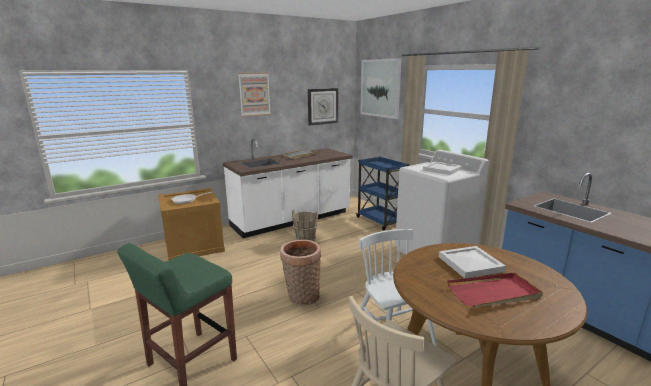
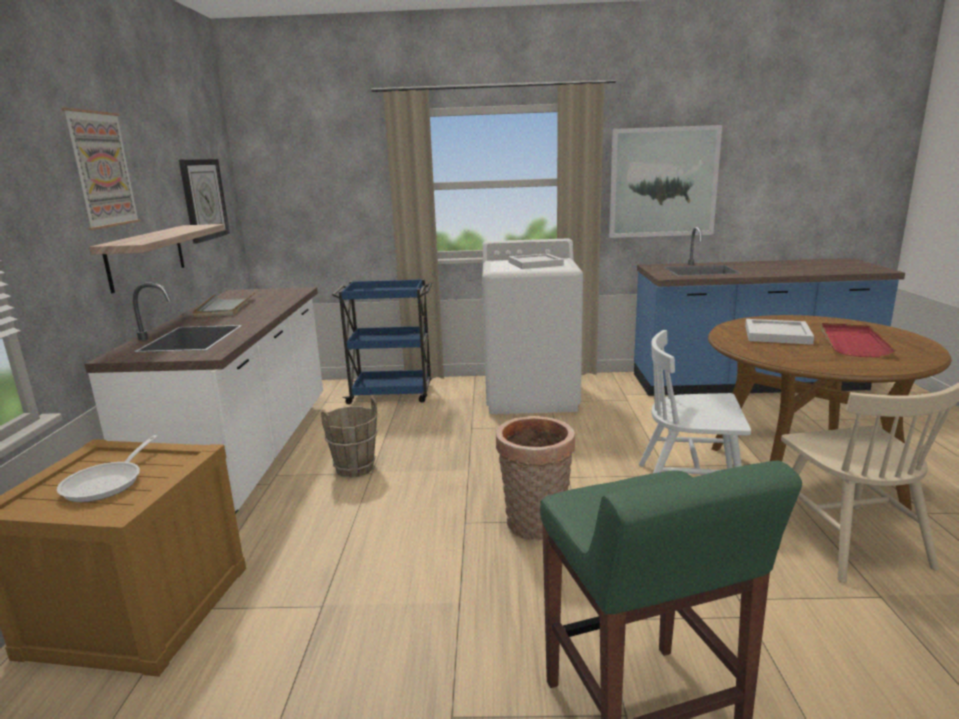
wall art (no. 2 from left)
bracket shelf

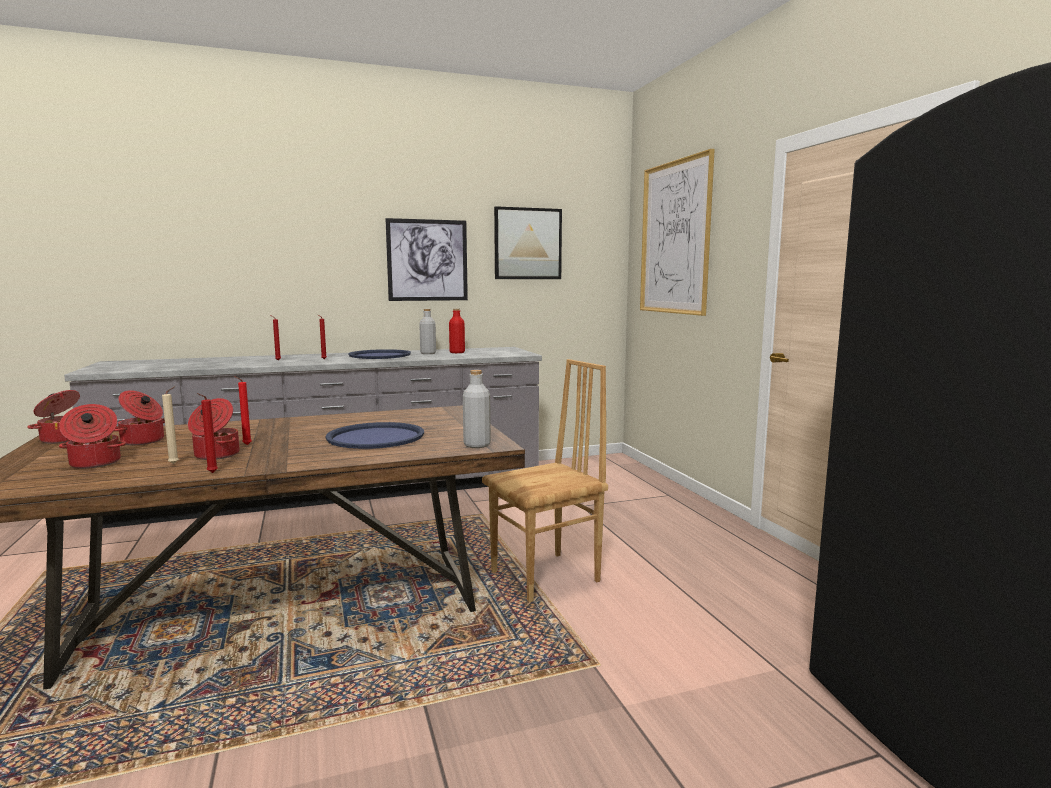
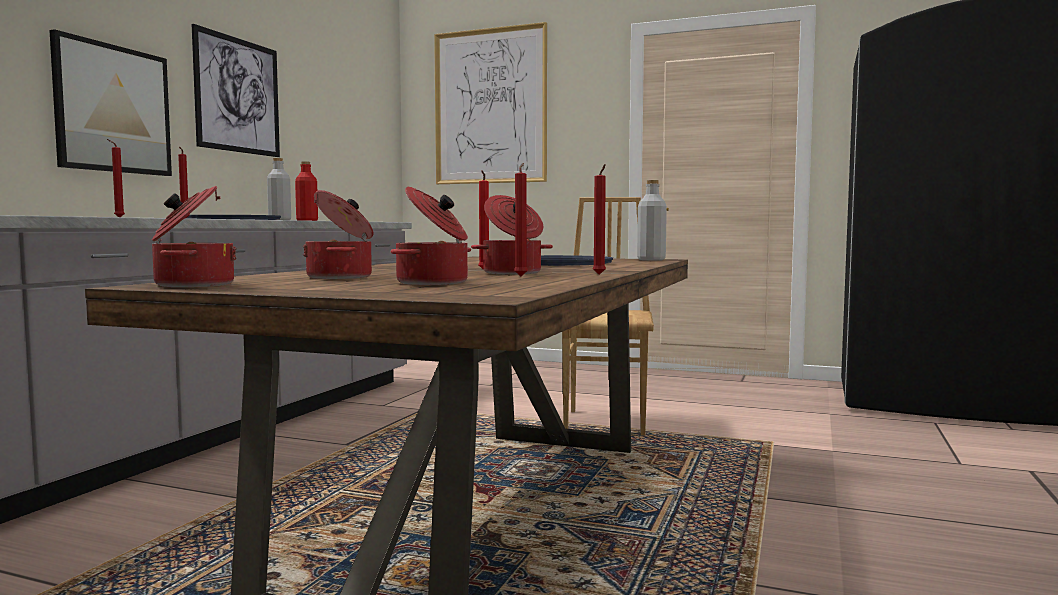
wall art (no. 1 from left)
wax light (red-coloured) (no. 4 from left)

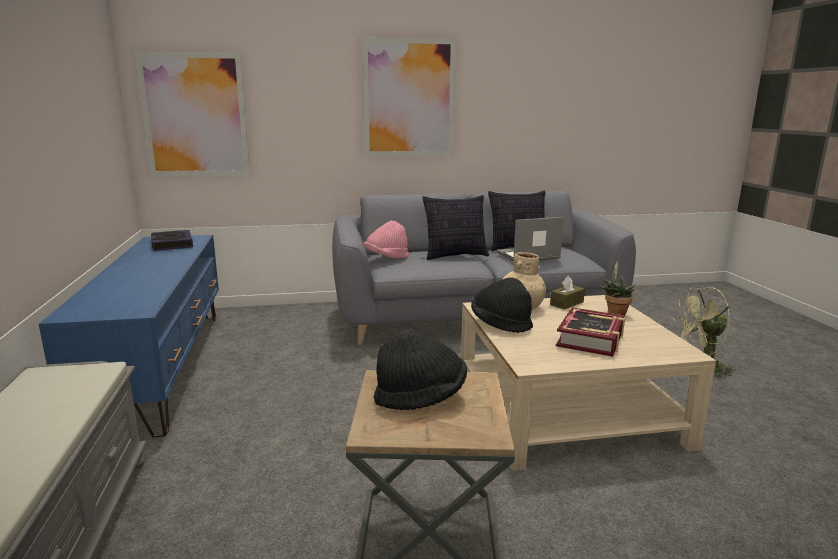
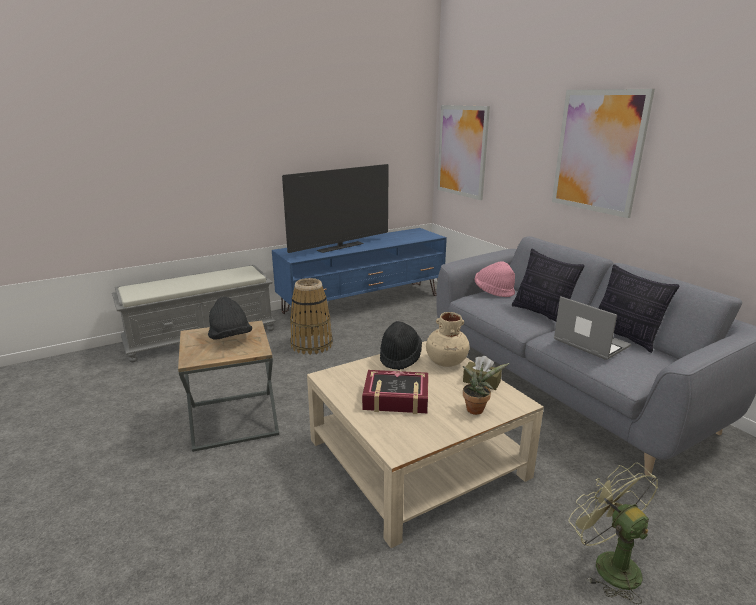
book (no. 1 from left in the first image)
TV set
basket

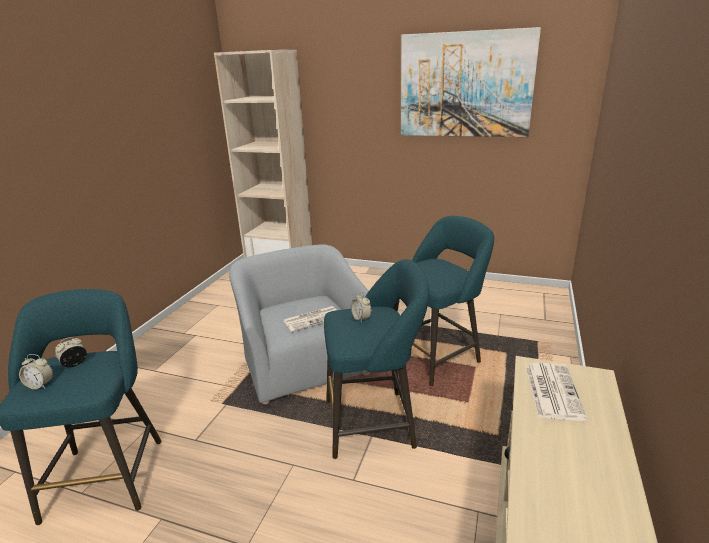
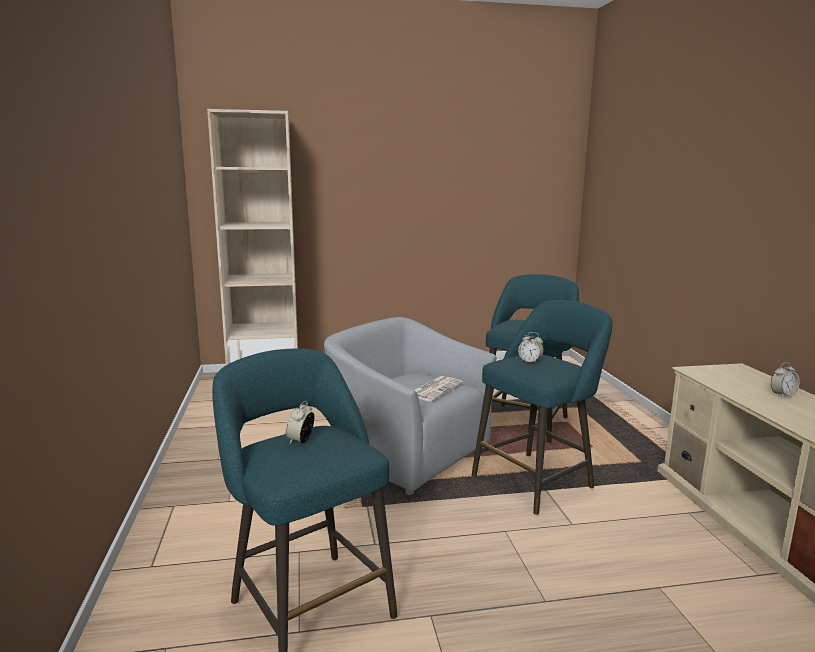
wall art
table clock (no. 3 from left)
printed paper (no. 2 from left in the first image)

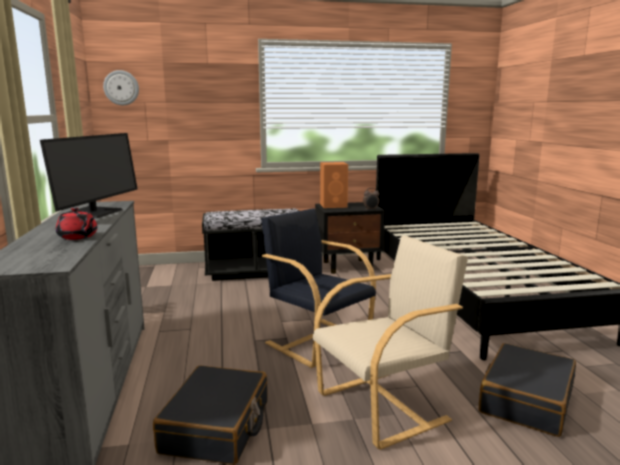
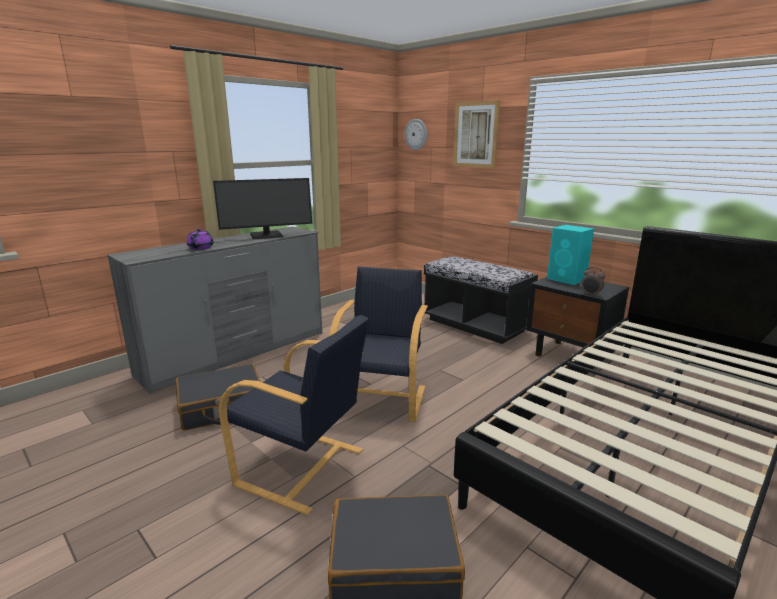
speaker (turquoise-coloured)
pot for tea (purplish)
easy chair (black-coloured) (no. 1 from left)
wall art

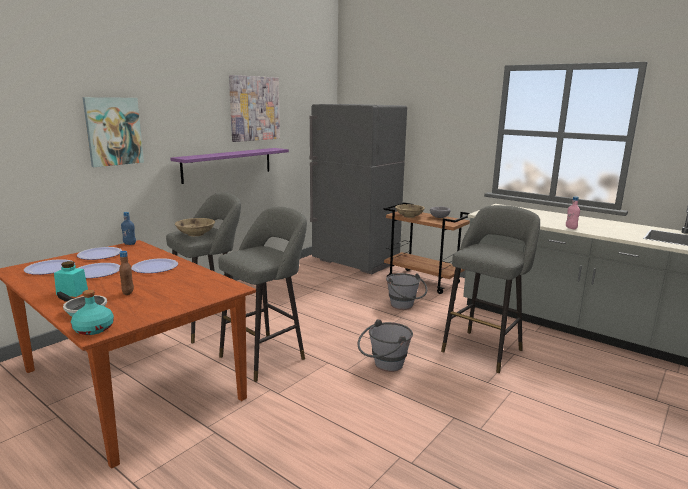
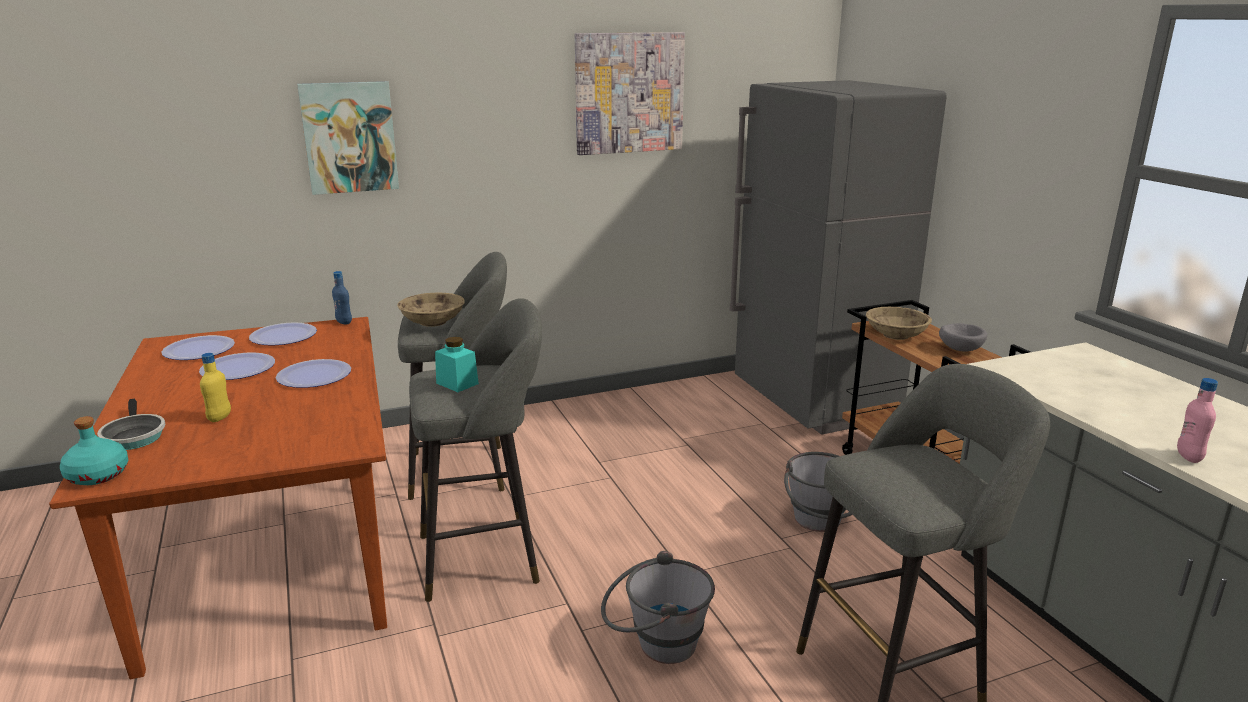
bracket shelf (purplish)
bottle (yellow-coloured)
preserve jar (turquoise-coloured)

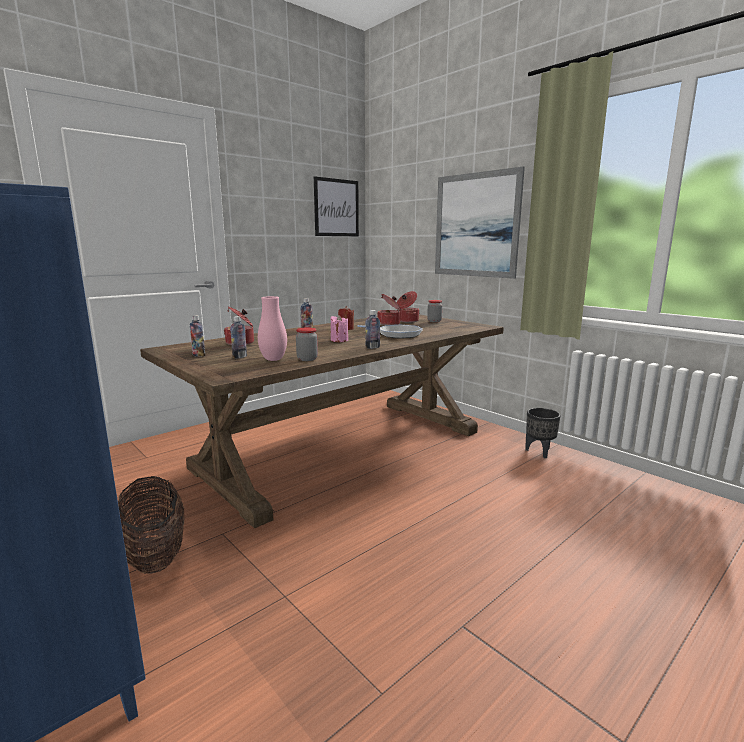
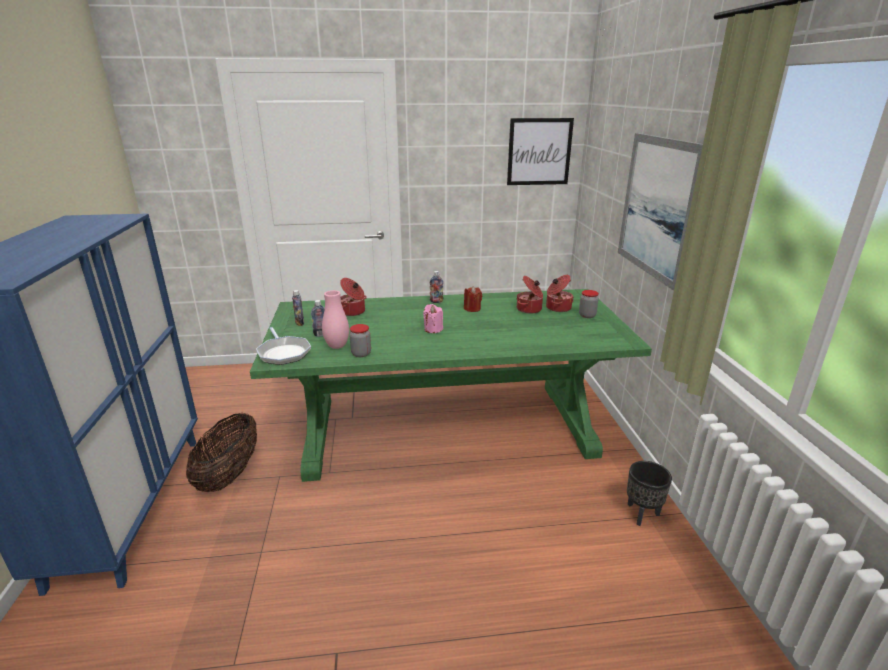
bottle (no. 4 from left in the first image)
kitchen table (green-coloured)
frying pan

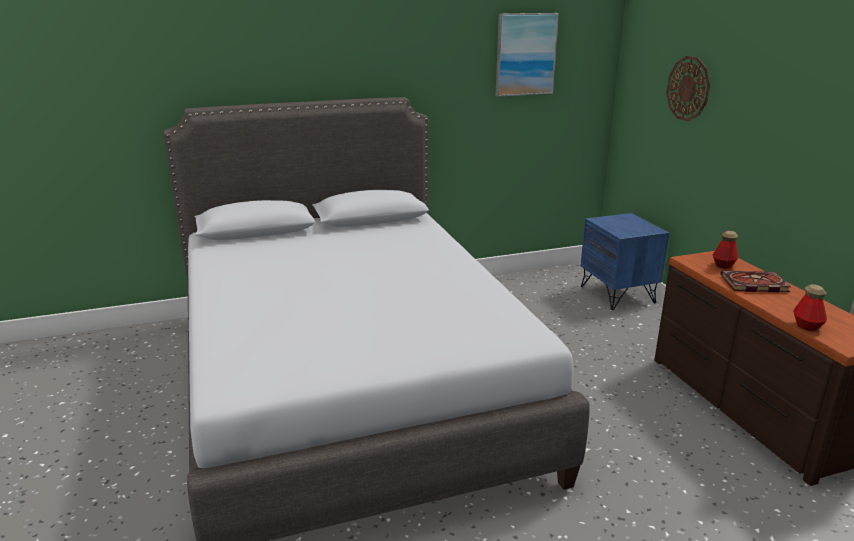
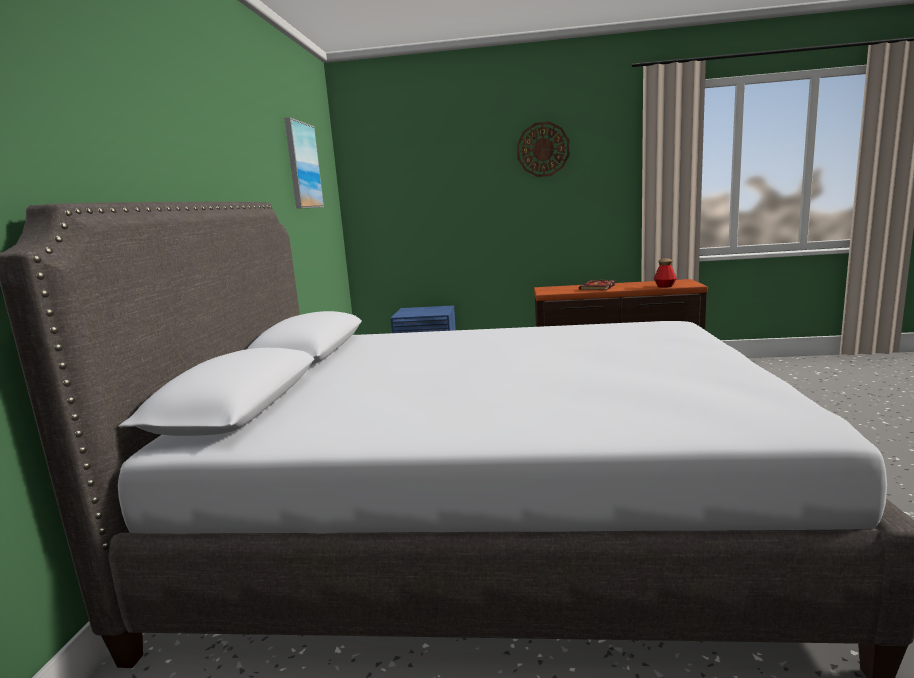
wall clock
bottle (no. 1 from left in the first image)

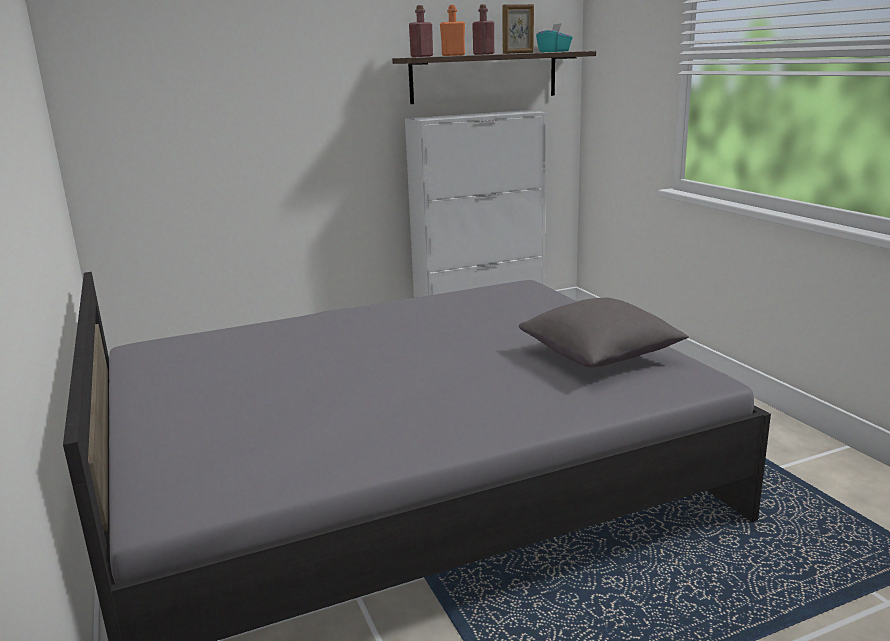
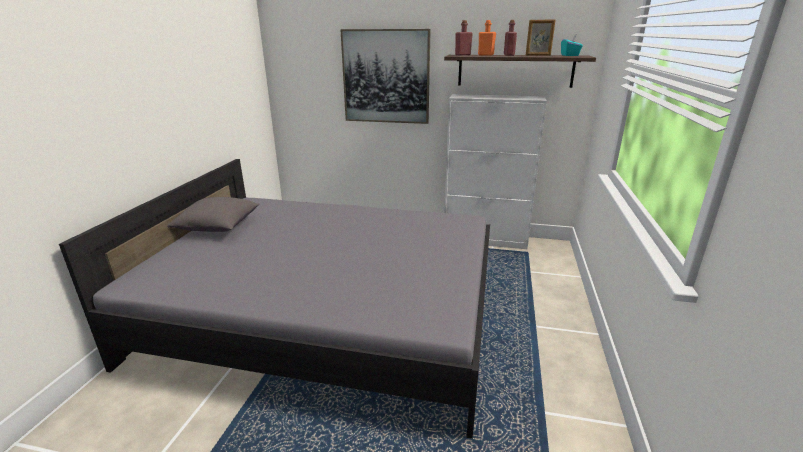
pillow (grey)
wall art

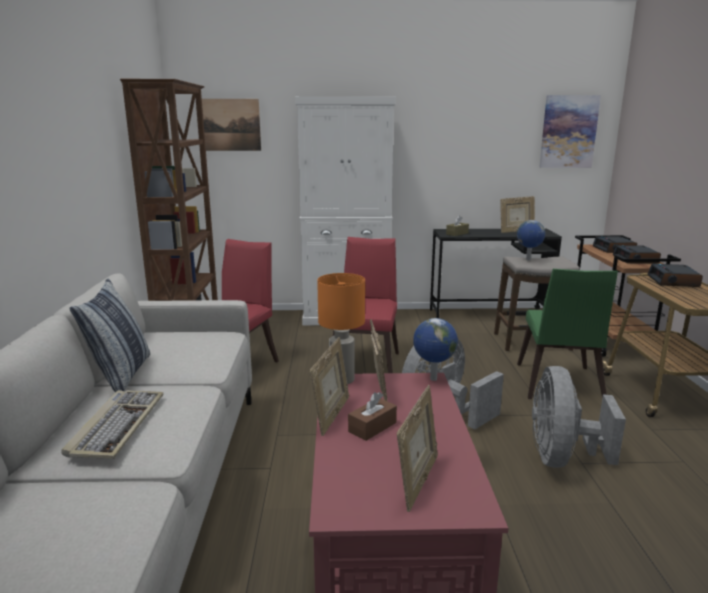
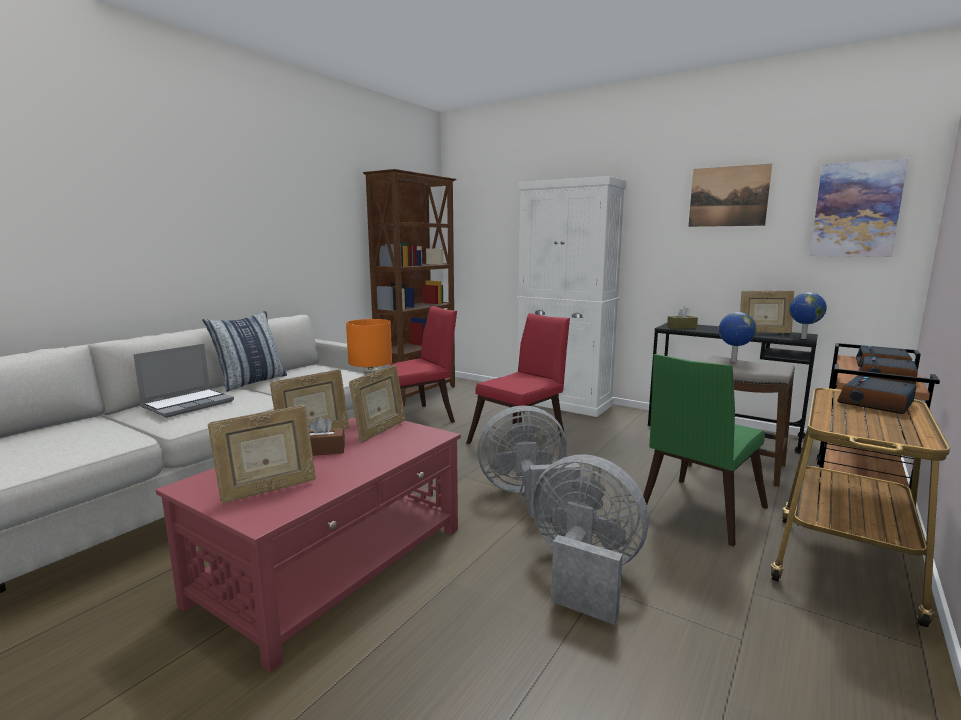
wall art (no. 1 from left)
world globe (no. 2 from left)
fan (grey) (no. 2 from left)
notebook computer

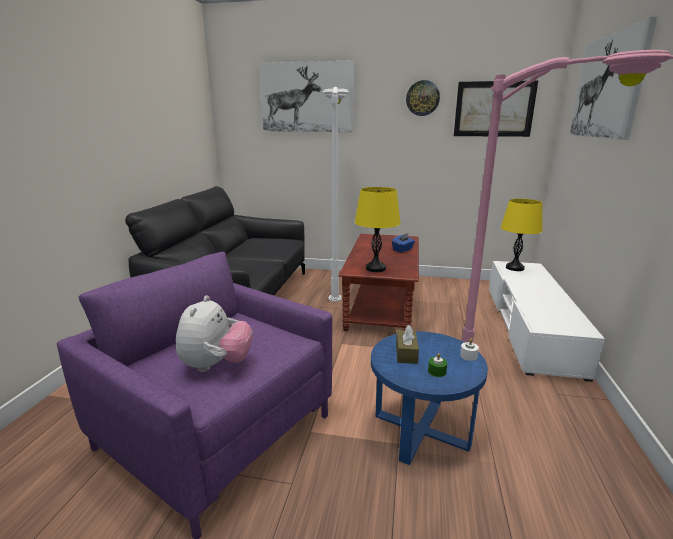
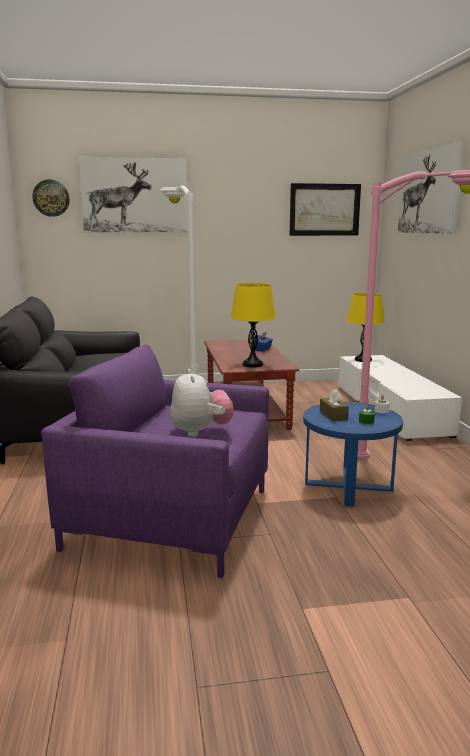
wall clock

